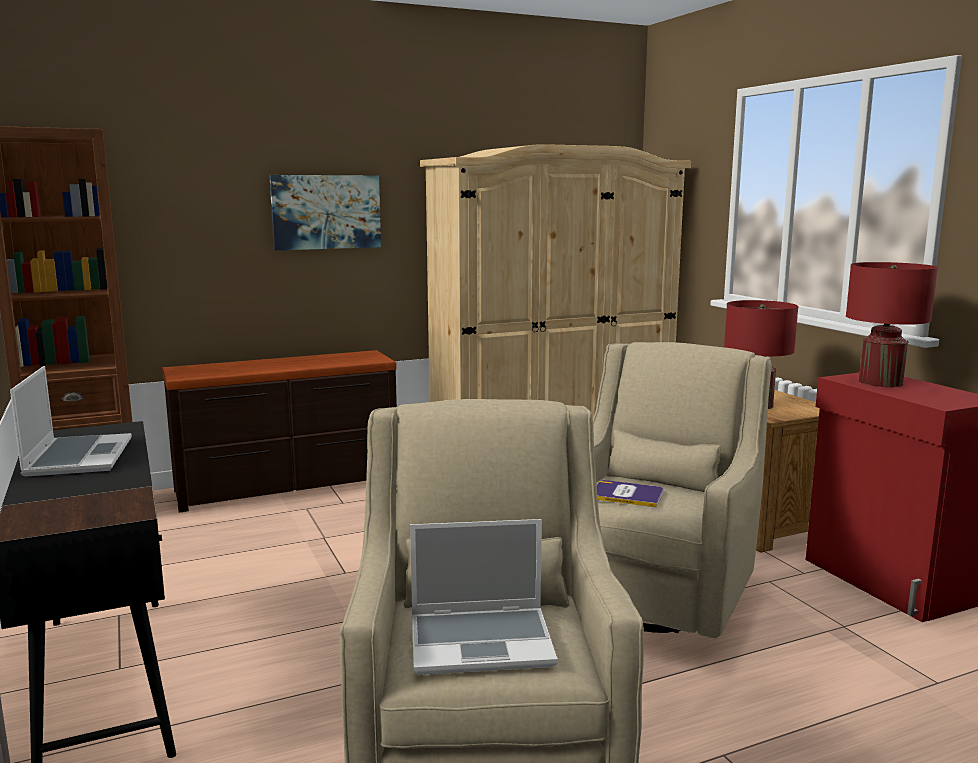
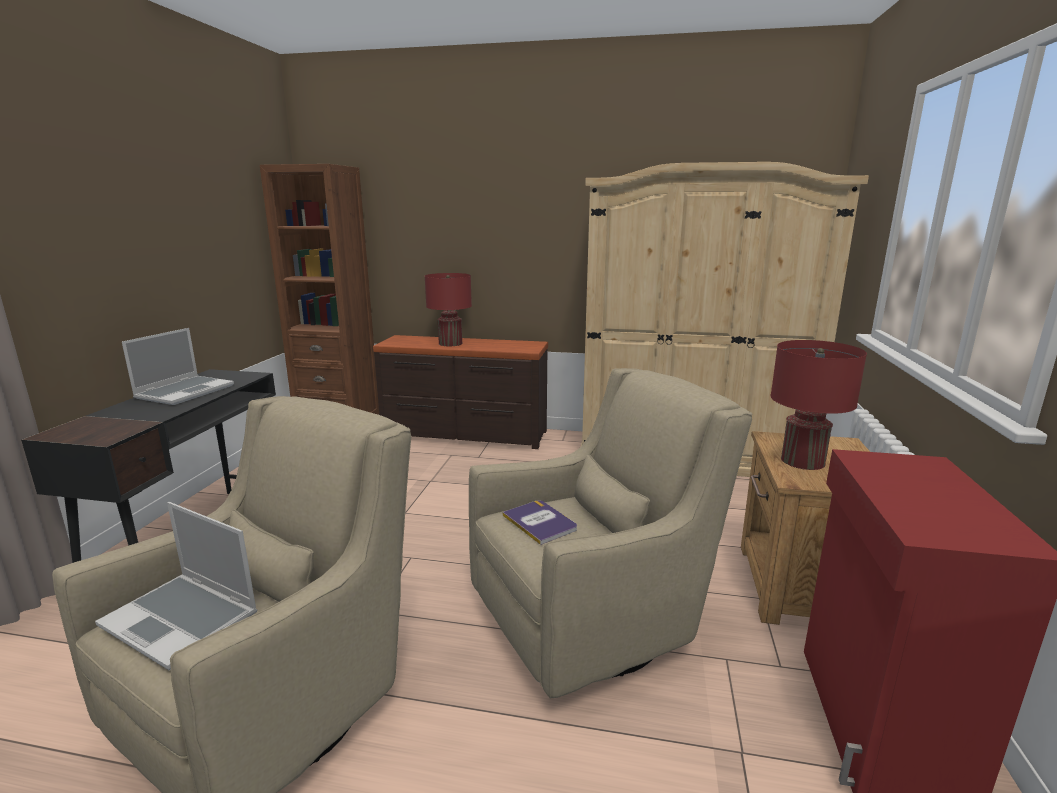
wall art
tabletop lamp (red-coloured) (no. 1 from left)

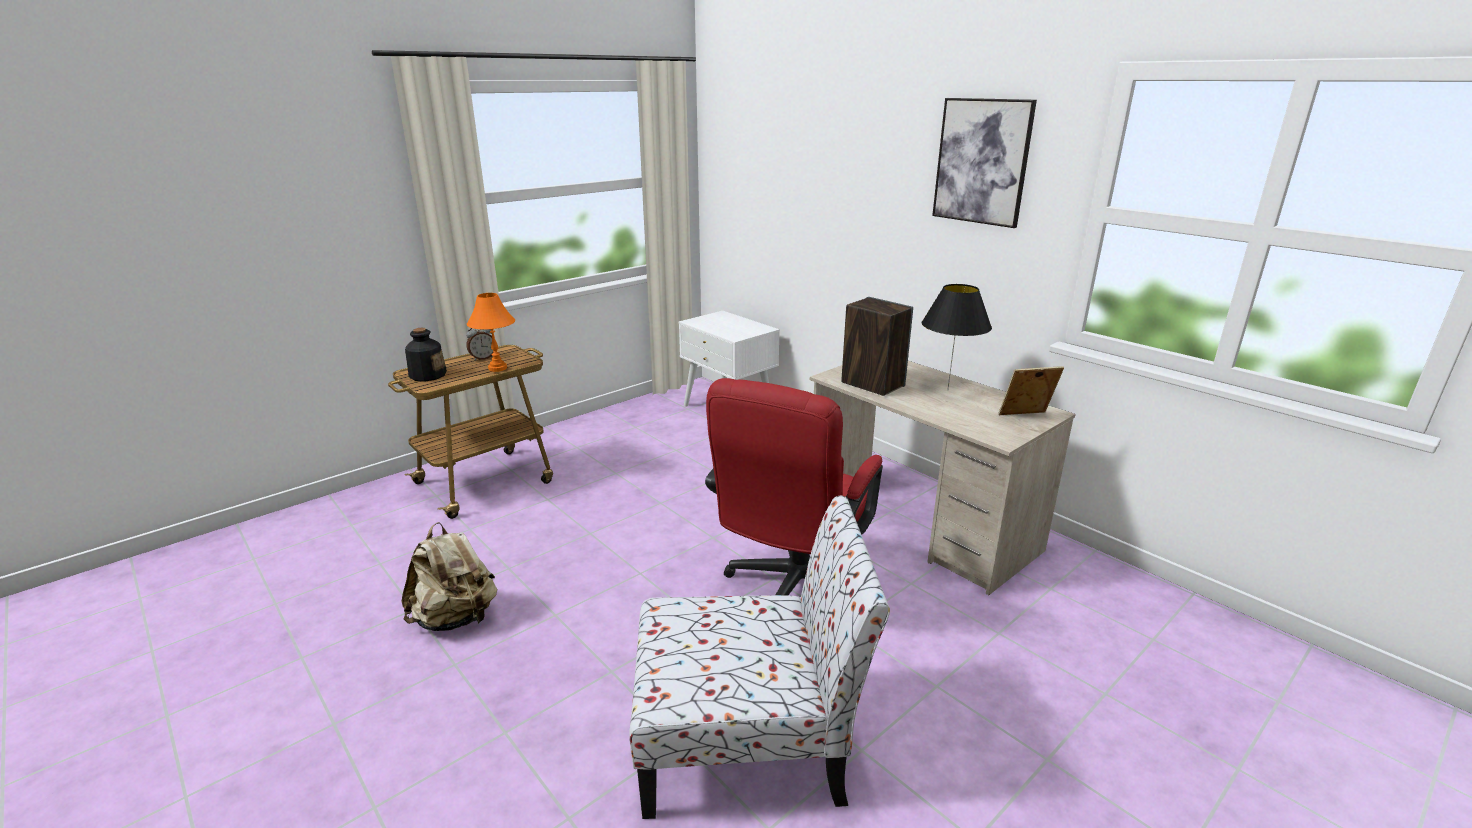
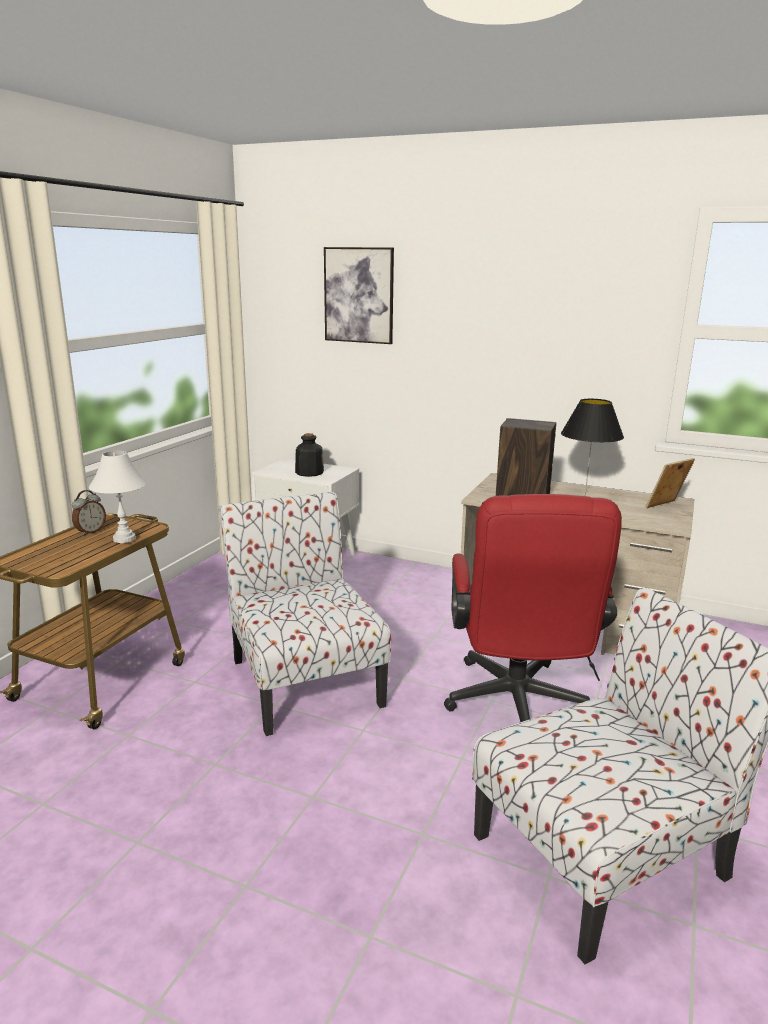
wall art
tabletop lamp (white-coloured)
bottle
backpack (beige)
chair (no. 1 from left)

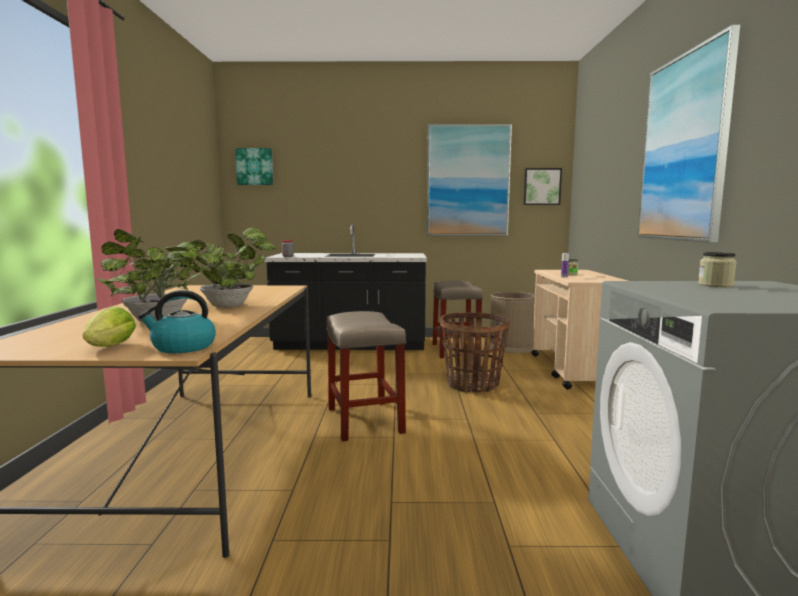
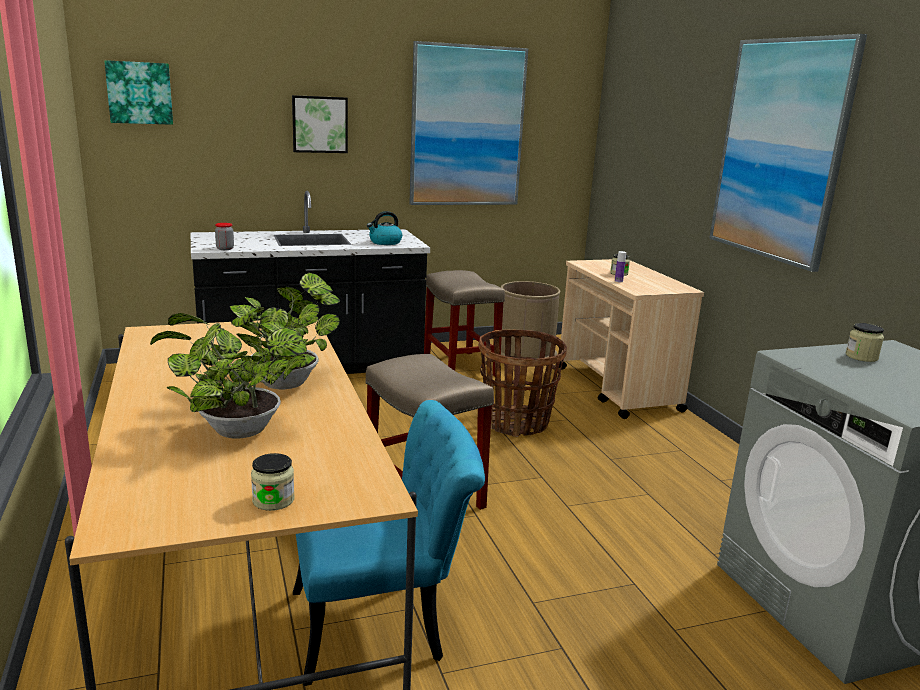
wall art (no. 2 from left)
tea kettle
preserve jar (no. 2 from left)
chair (turquoise-coloured)

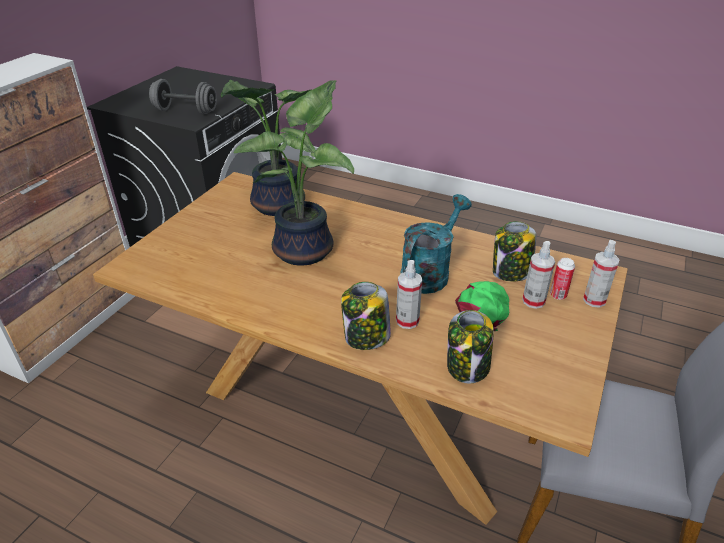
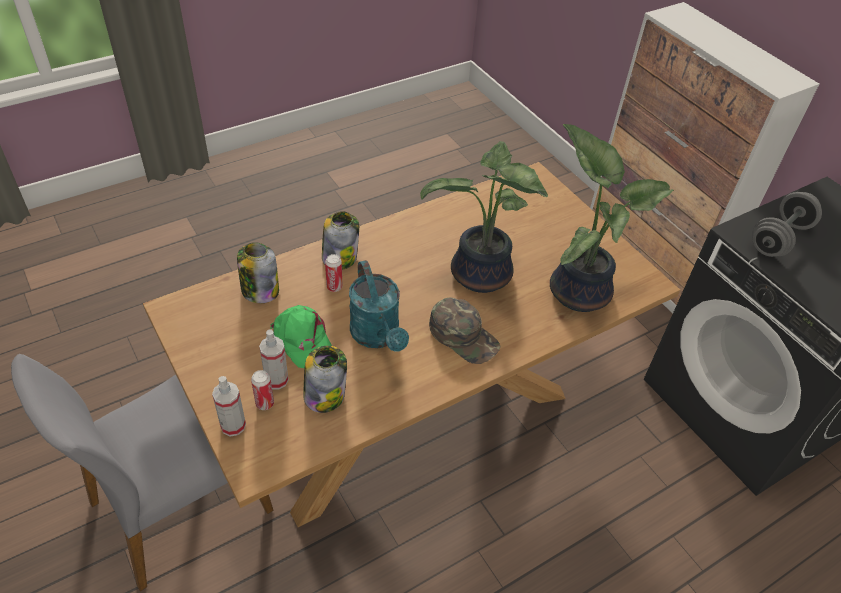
can (no. 2 from left)
baseball cap (green-coloured) (no. 2 from left)

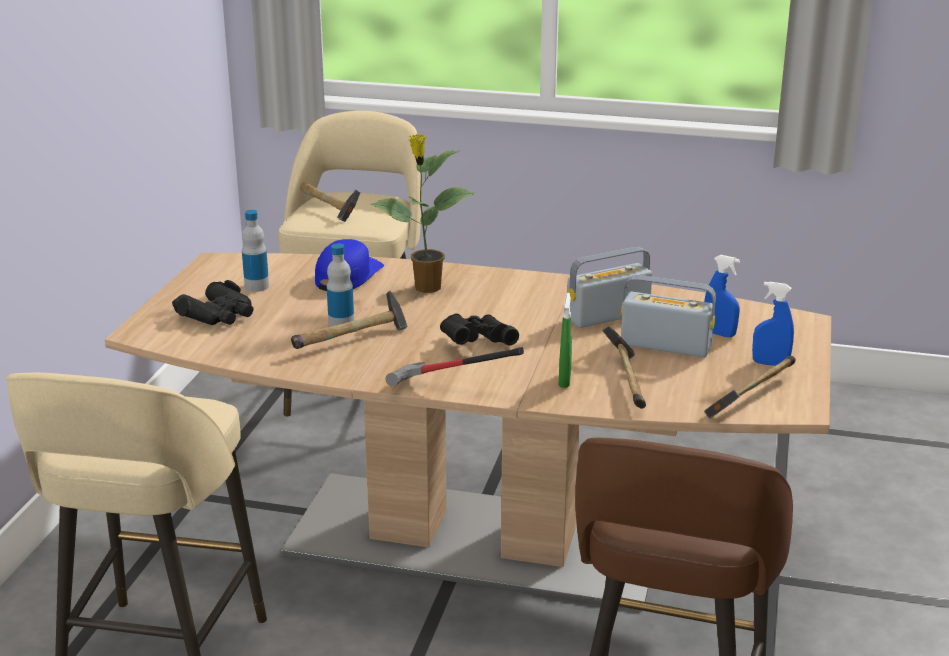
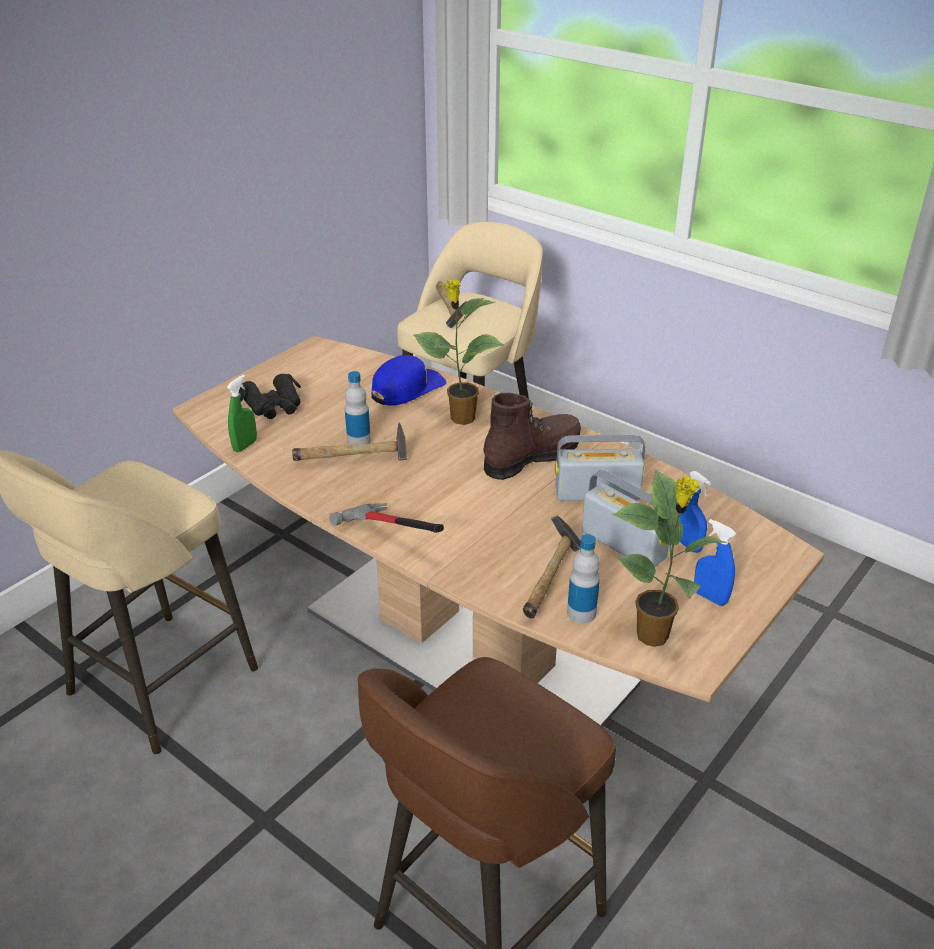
bottle (no. 2 from left)
sprayer (green-coloured)
binoculars (black-coloured) (no. 2 from left in the first image)
plant in a pot (no. 2 from left)
boot (brownish)

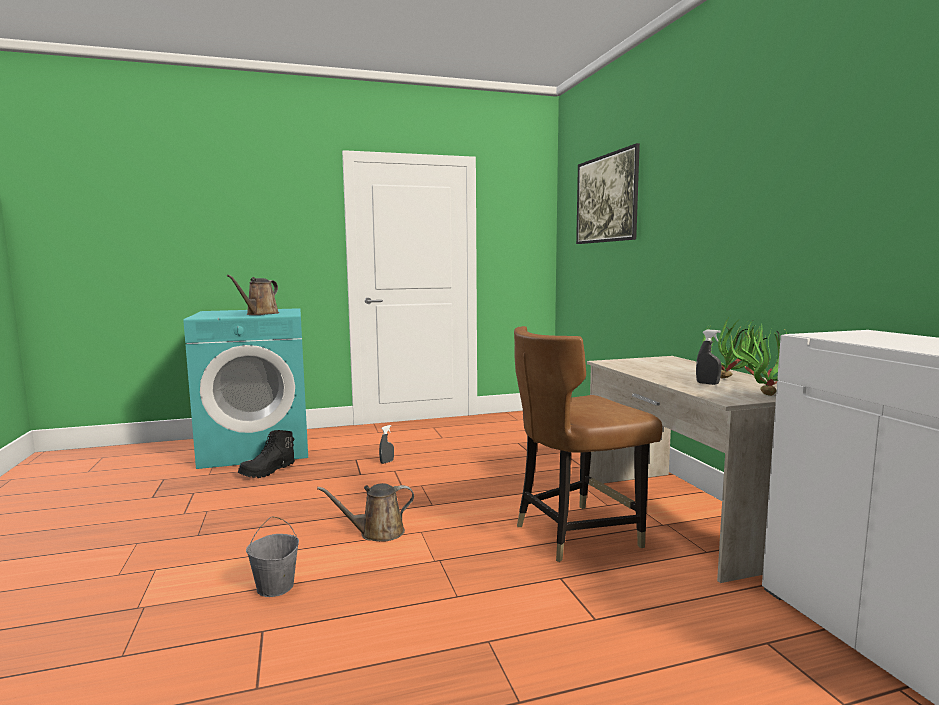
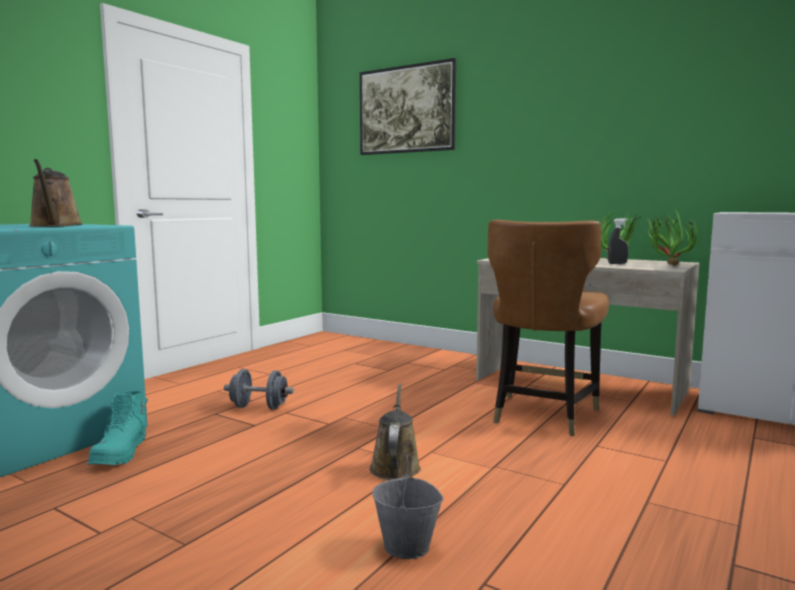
dumbbell (grey)
boot (turquoise-coloured)
watering can (brownish) (no. 2 from left)

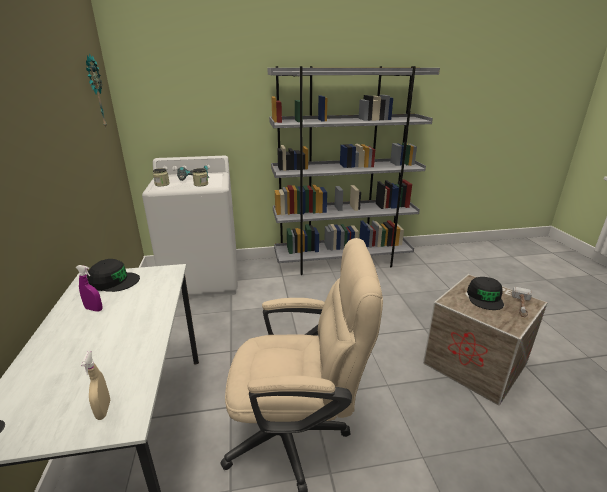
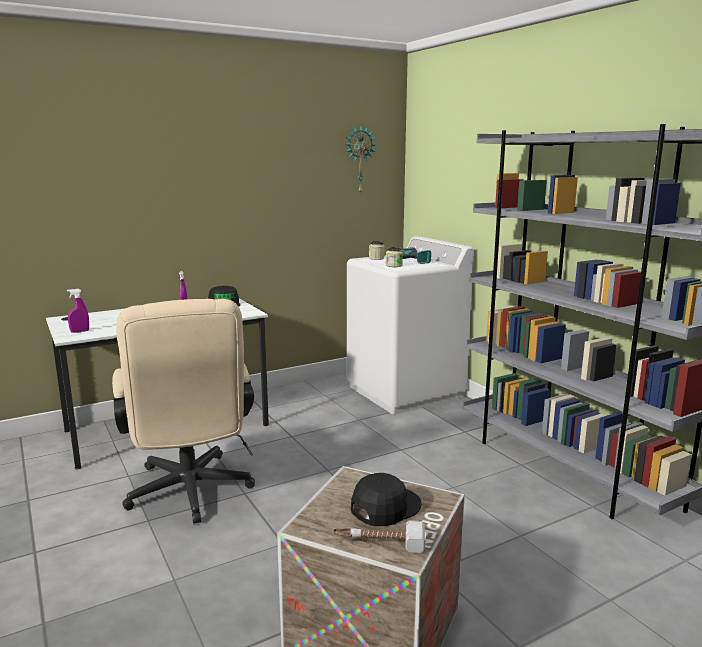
baseball cap (black-coloured) (no. 2 from left)
sprayer (purplish) (no. 1 from left)

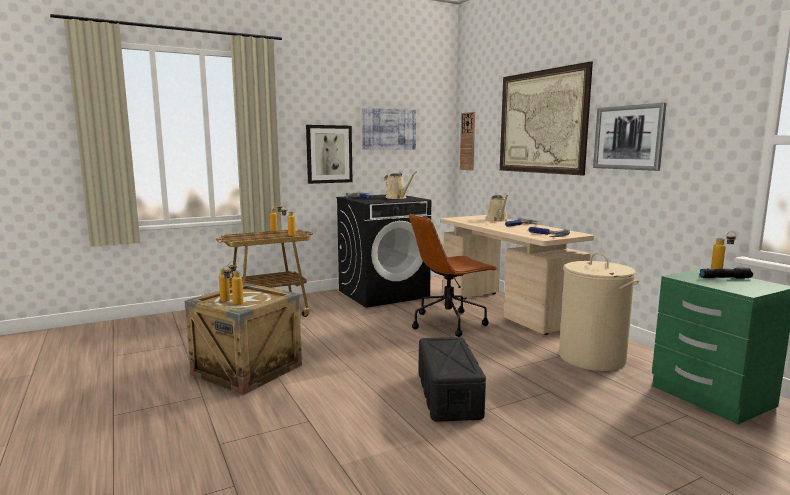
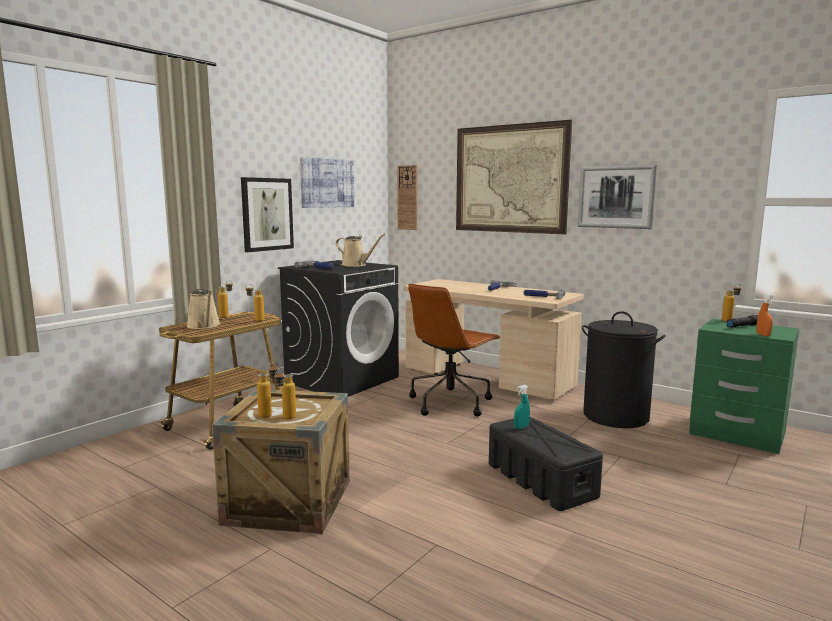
watering can (beige) (no. 1 from left)
washing basket (black-coloured)
sprayer (orangey)
sprayer (turquoise-coloured)

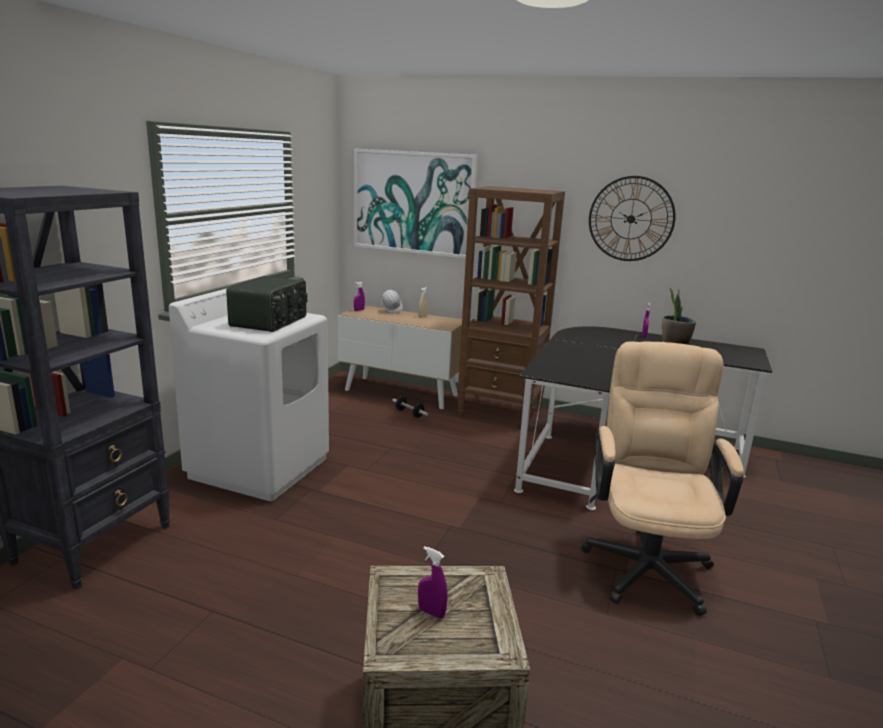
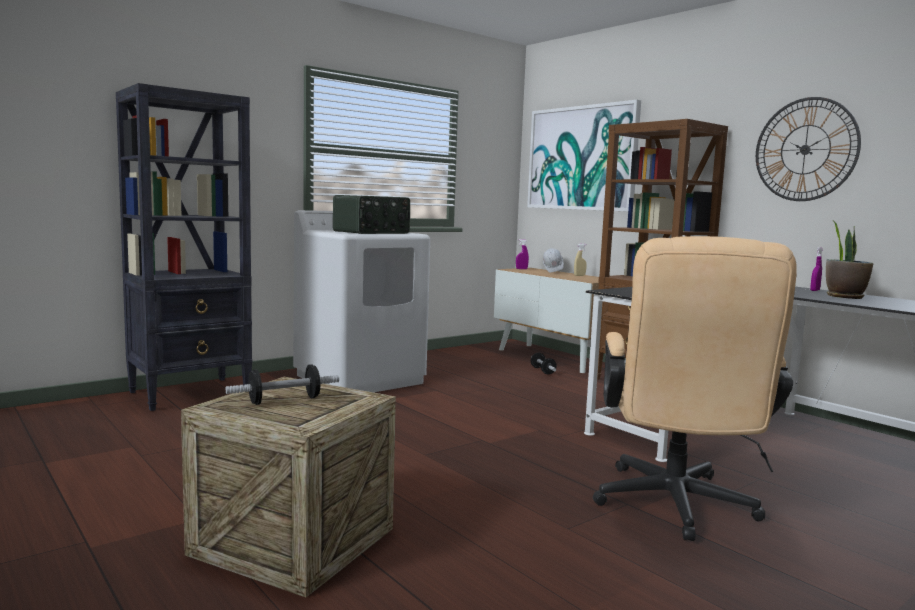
computer chair (beige)
dumbbell (no. 1 from left)

